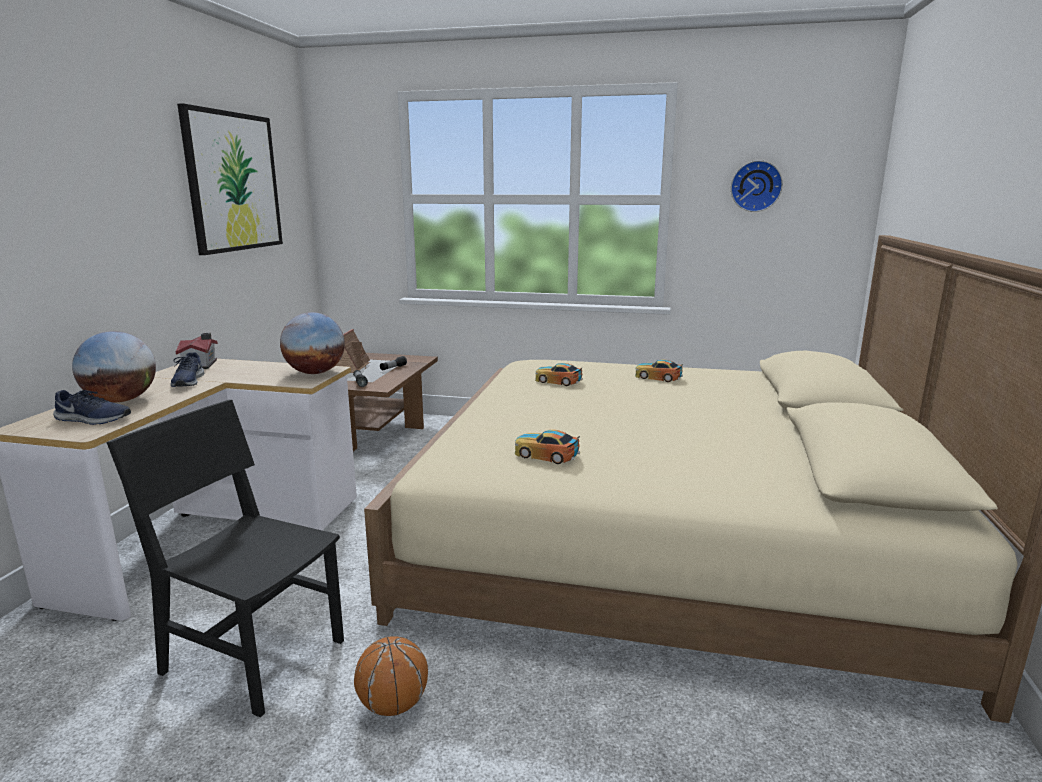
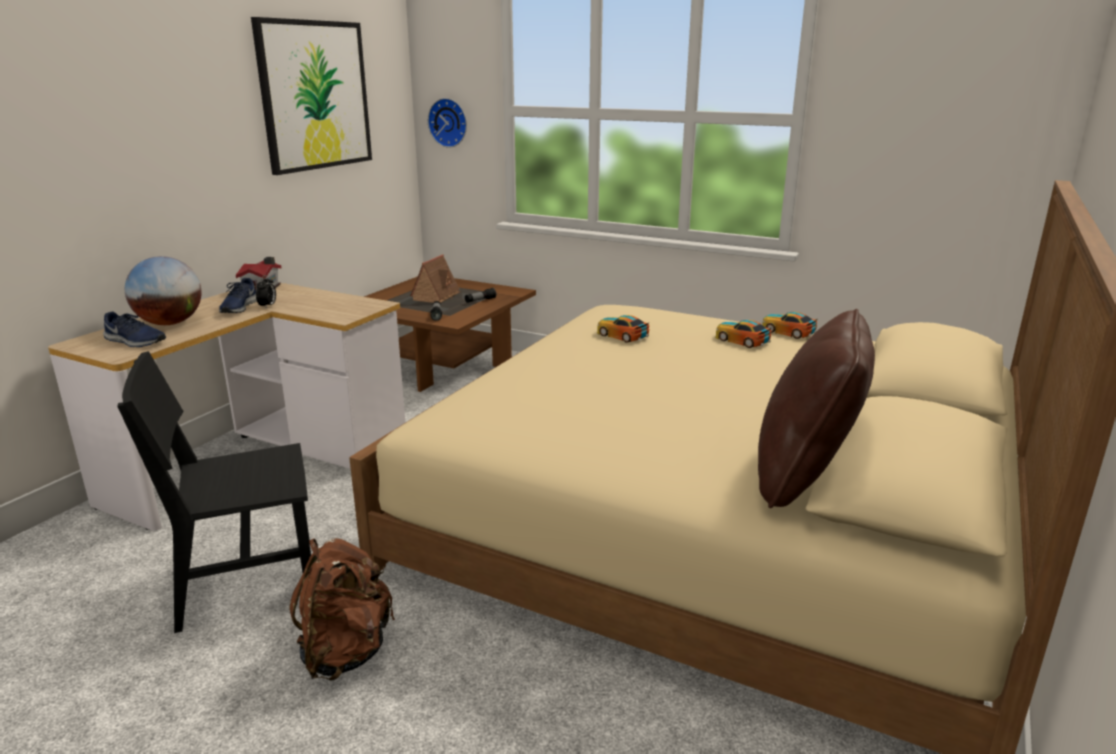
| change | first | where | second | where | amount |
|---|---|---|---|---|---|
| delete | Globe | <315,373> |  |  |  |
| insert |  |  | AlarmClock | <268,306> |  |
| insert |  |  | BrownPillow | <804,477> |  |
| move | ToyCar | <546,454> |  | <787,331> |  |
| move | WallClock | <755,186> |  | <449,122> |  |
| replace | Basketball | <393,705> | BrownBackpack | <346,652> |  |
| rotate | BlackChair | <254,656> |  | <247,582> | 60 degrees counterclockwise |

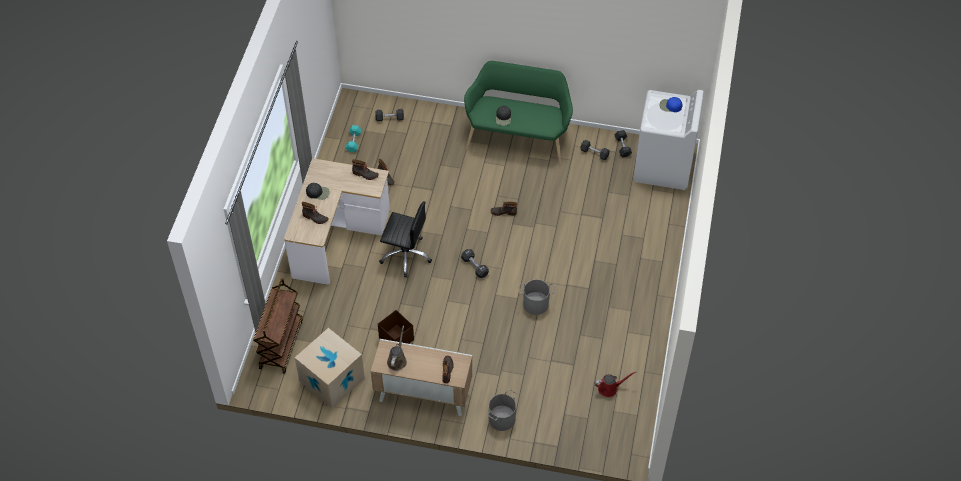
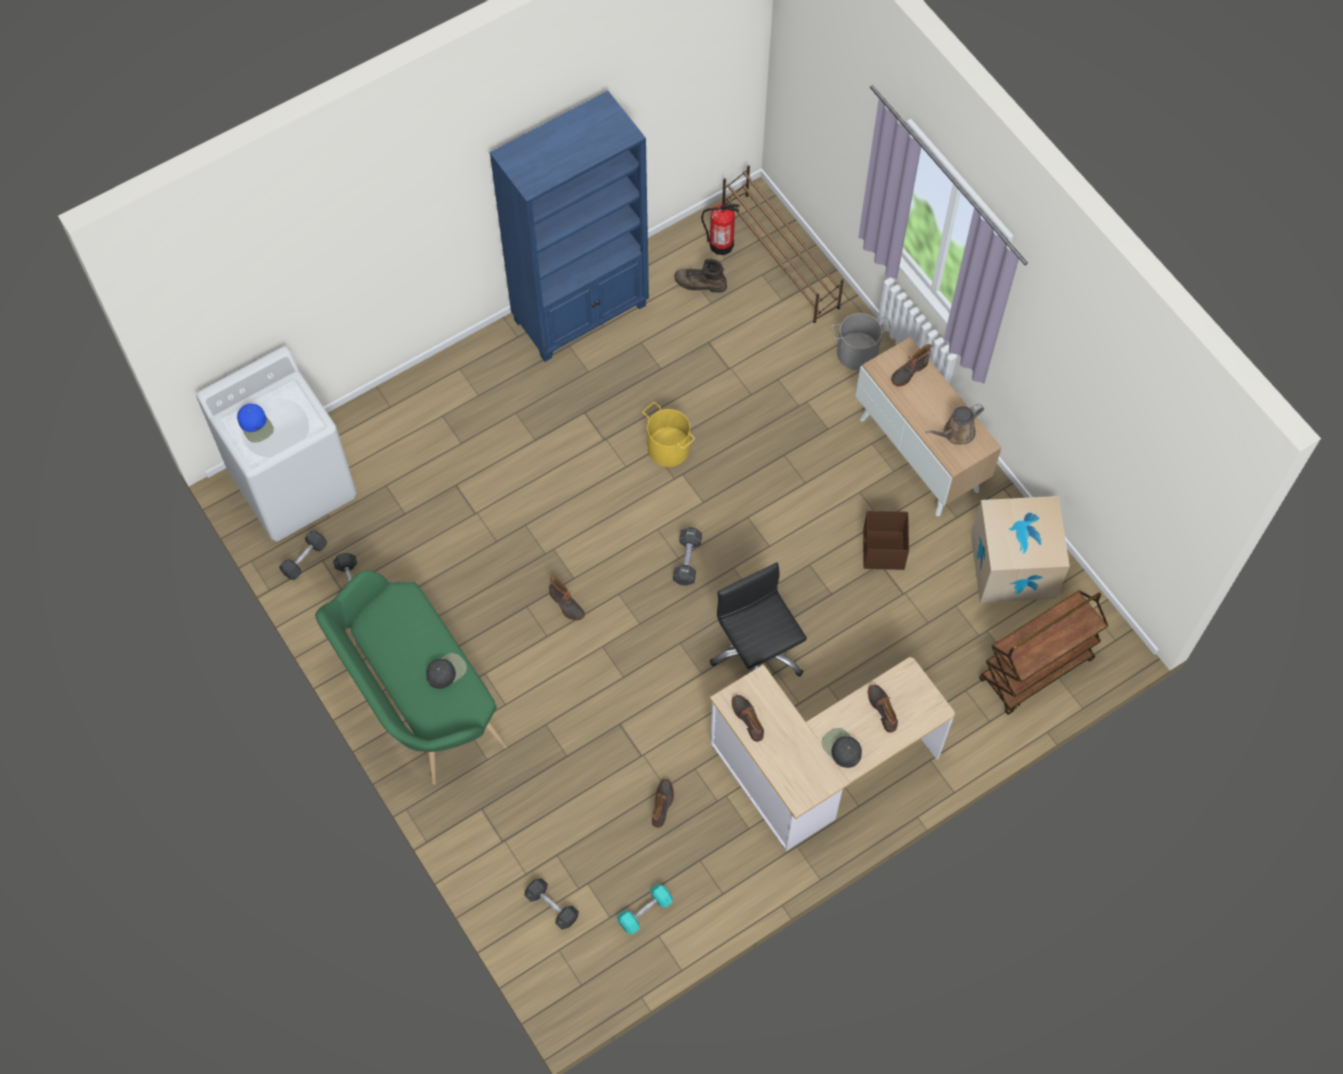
| change | first | where | second | where | amount |
|---|---|---|---|---|---|
| insert |  |  | BlueBookcase | <581,313> |  |
| insert |  |  | FireExtinguisher | <721,244> |  |
| insert |  |  | BrownShoeRack | <780,258> |  |
| replace | RedWateringCan | <609,388> | BrownBoot | <700,284> |  |
| recolor | GreyBucket | <535,304> | YellowBucket | <669,447> |  |

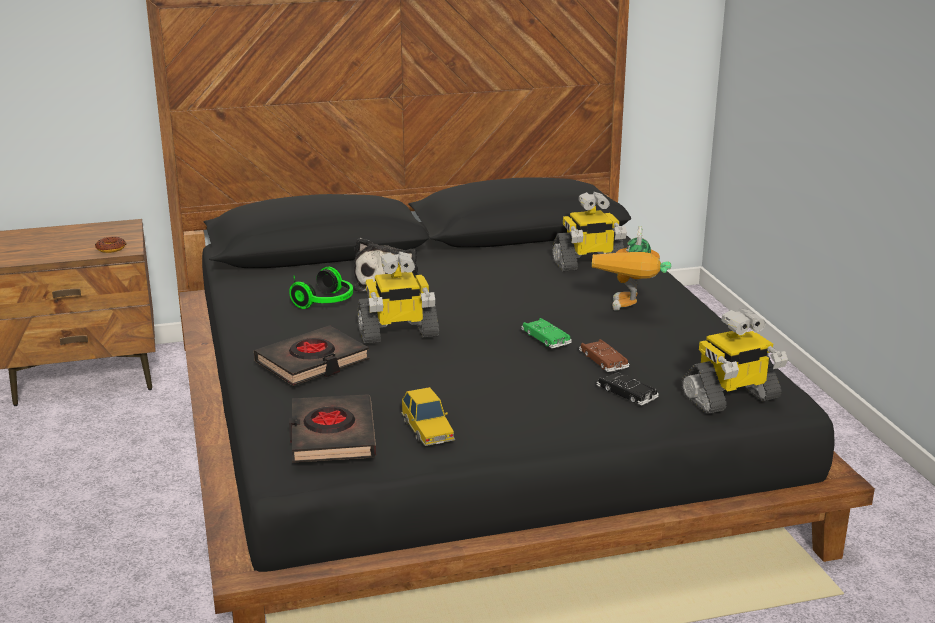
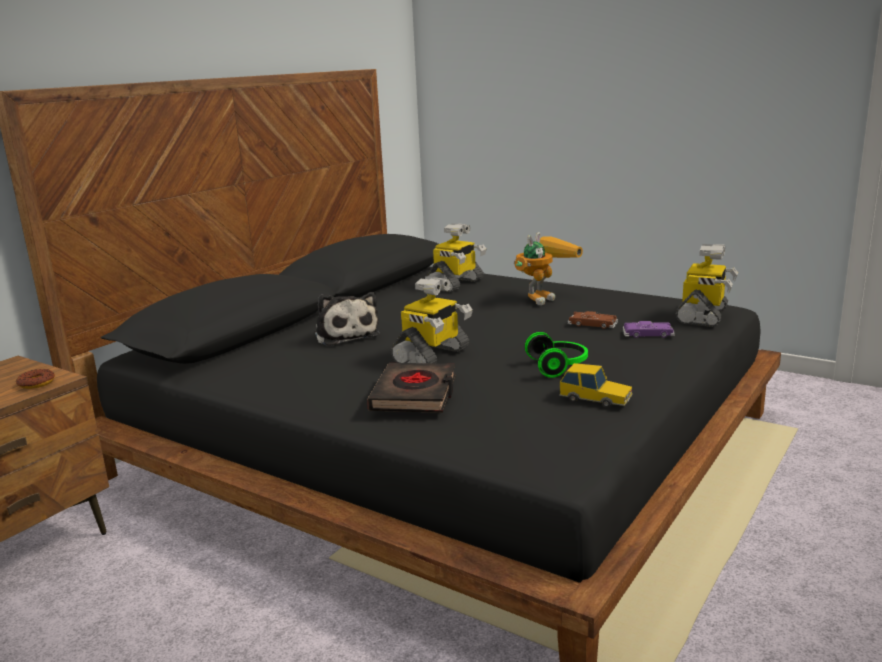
| change | first | where | second | where | amount |
|---|---|---|---|---|---|
| delete | BlackBook | <332,436> |  |  |  |
| delete | GreenToyCar | <546,338> |  |  |  |
| move | Headphones | <327,303> |  | <558,366> |  |
| recolor | BlackToyCar | <627,393> | PurpleToyCar | <648,334> |  |
| rotate | ToyRobot | <630,311> |  | <543,297> | 105 degrees counterclockwise |

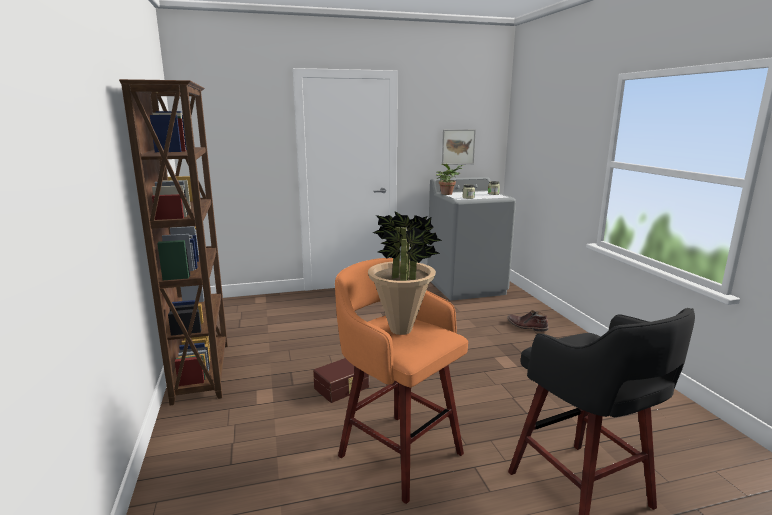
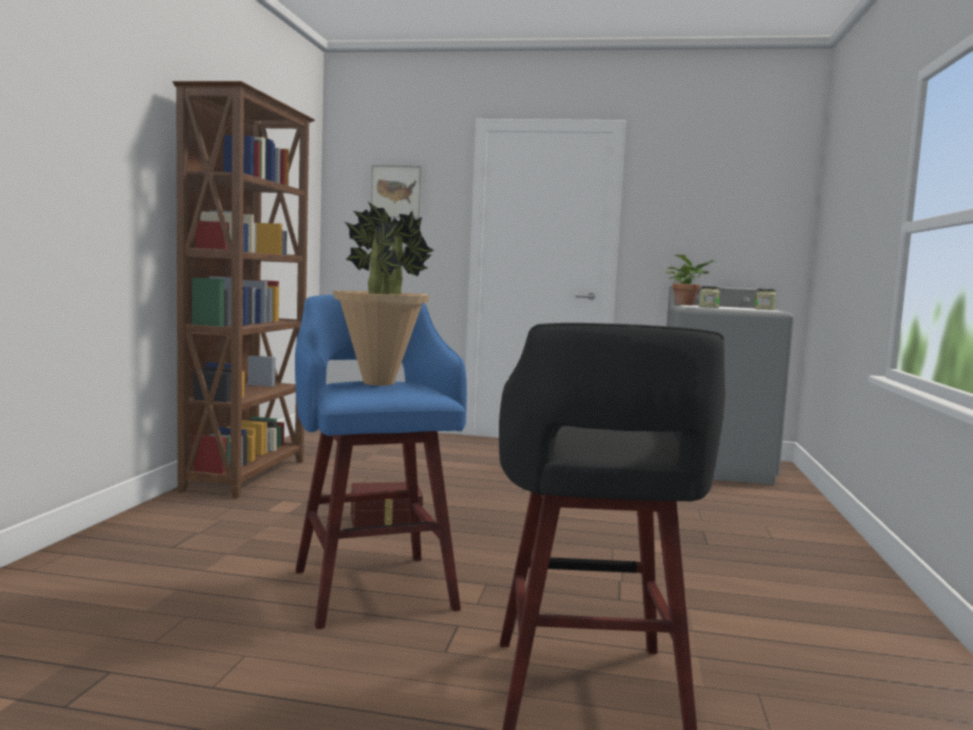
| change | first | where | second | where | amount |
|---|---|---|---|---|---|
| delete | BrownBoot | <526,326> |  |  |  |
| move | Picture | <458,147> |  | <396,191> |  |
| recolor | OrangeStool | <398,452> | BlueStool | <373,586> |  |

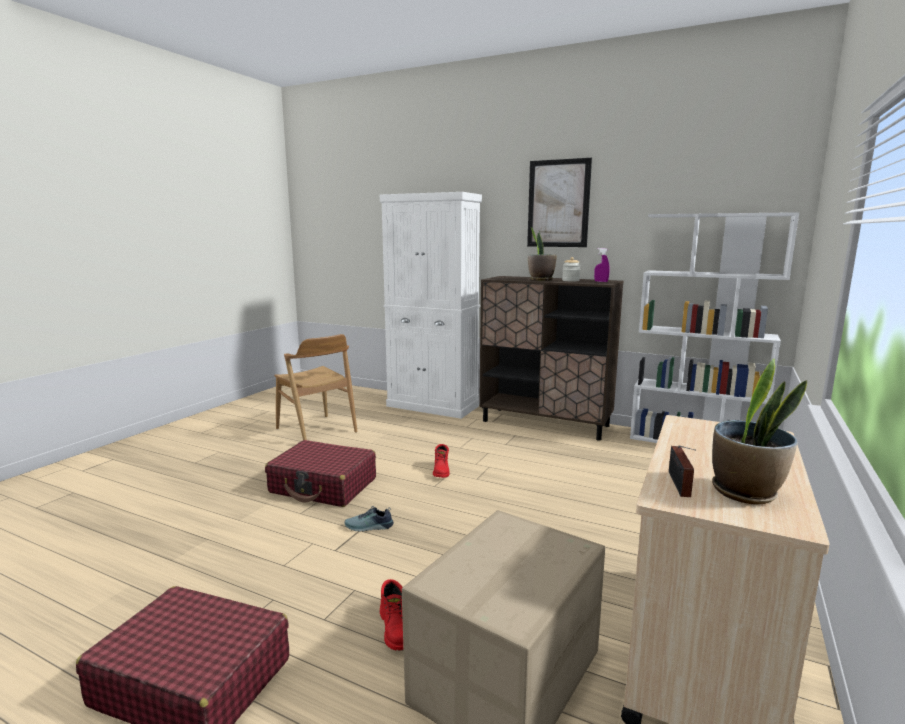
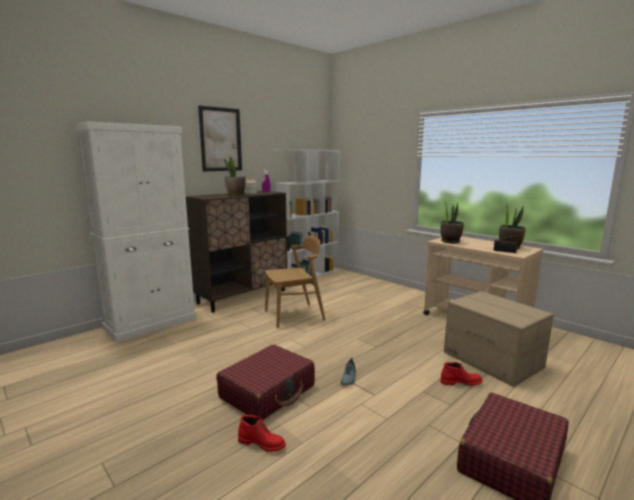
| change | first | where | second | where | amount |
|---|---|---|---|---|---|
| insert |  |  | PottedPlant | <450,241> |  |
| move | BrownChair | <316,430> |  | <294,315> |  |
| move | RedBoot | <441,471> |  | <262,443> |  |

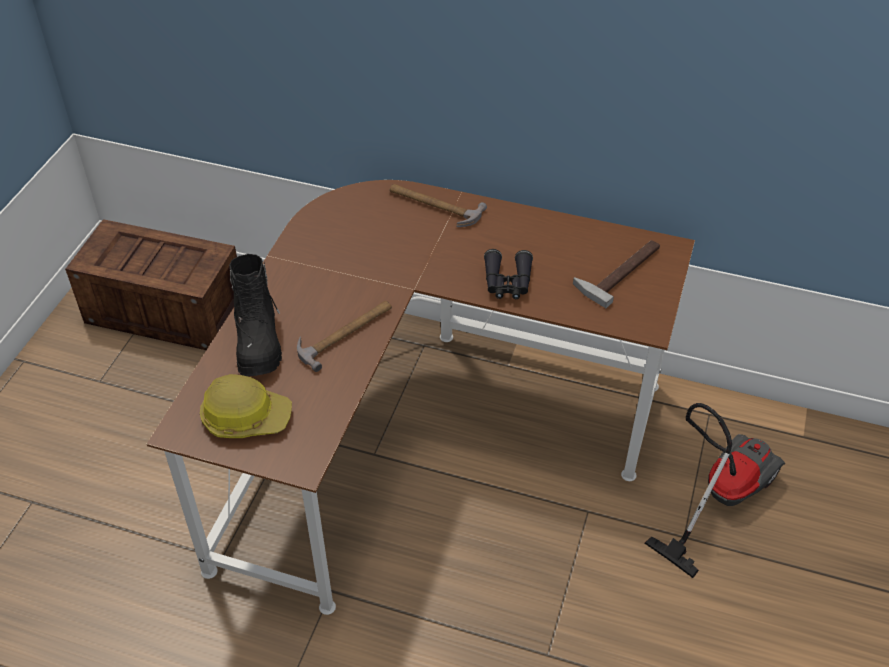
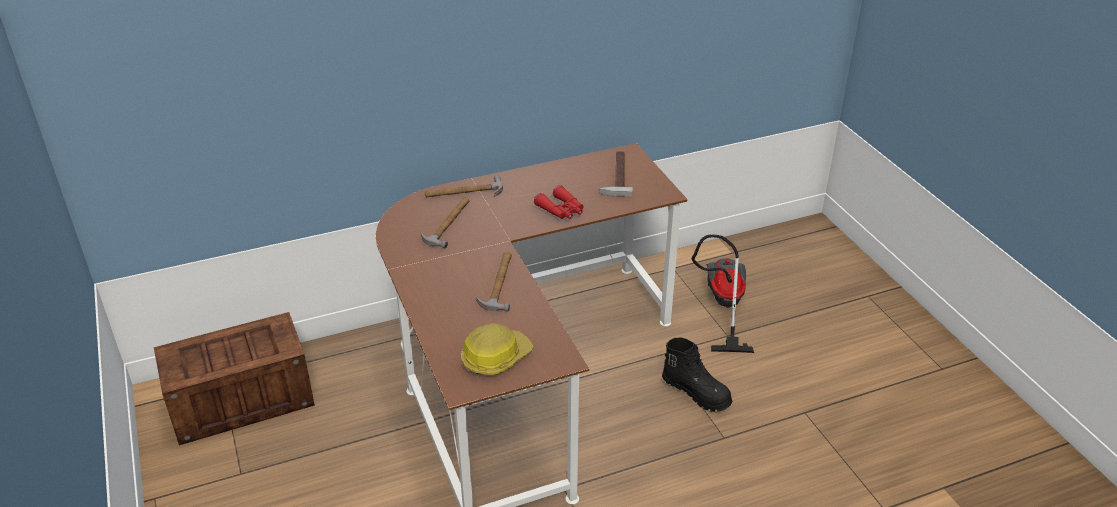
| change | first | where | second | where | amount |
|---|---|---|---|---|---|
| insert |  |  | Hammer | <448,223> |  |
| move | BlackBoot | <258,341> |  | <696,392> |  |
| recolor | BlackBinoculars | <507,282> | RedBinoculars | <561,210> |  |

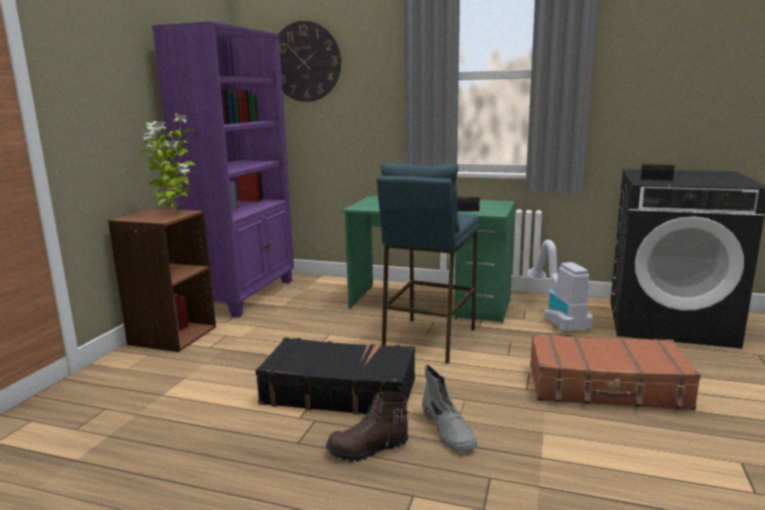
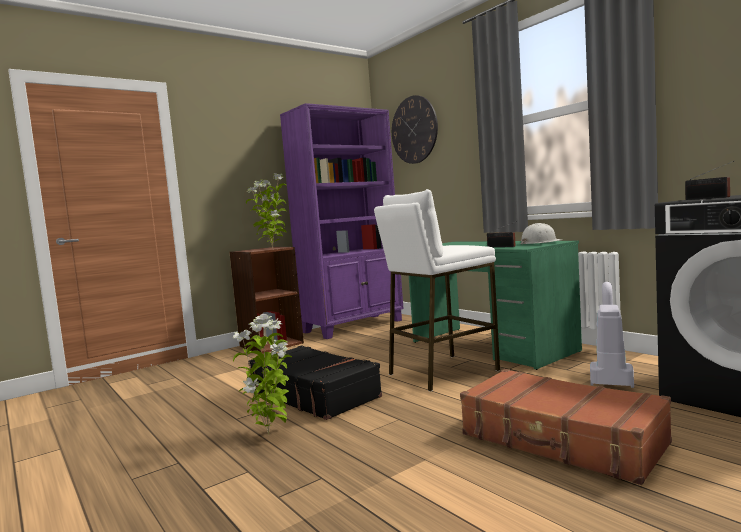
| change | first | where | second | where | amount |
|---|---|---|---|---|---|
| delete | GreyBoot | <448,430> |  |  |  |
| insert |  |  | WhiteHardHat | <540,243> |  |
| replace | BrownBoot | <368,449> | PottedPlant | <270,434> |  |
| recolor | BlueStool | <428,340> | WhiteStool | <442,372> |  |

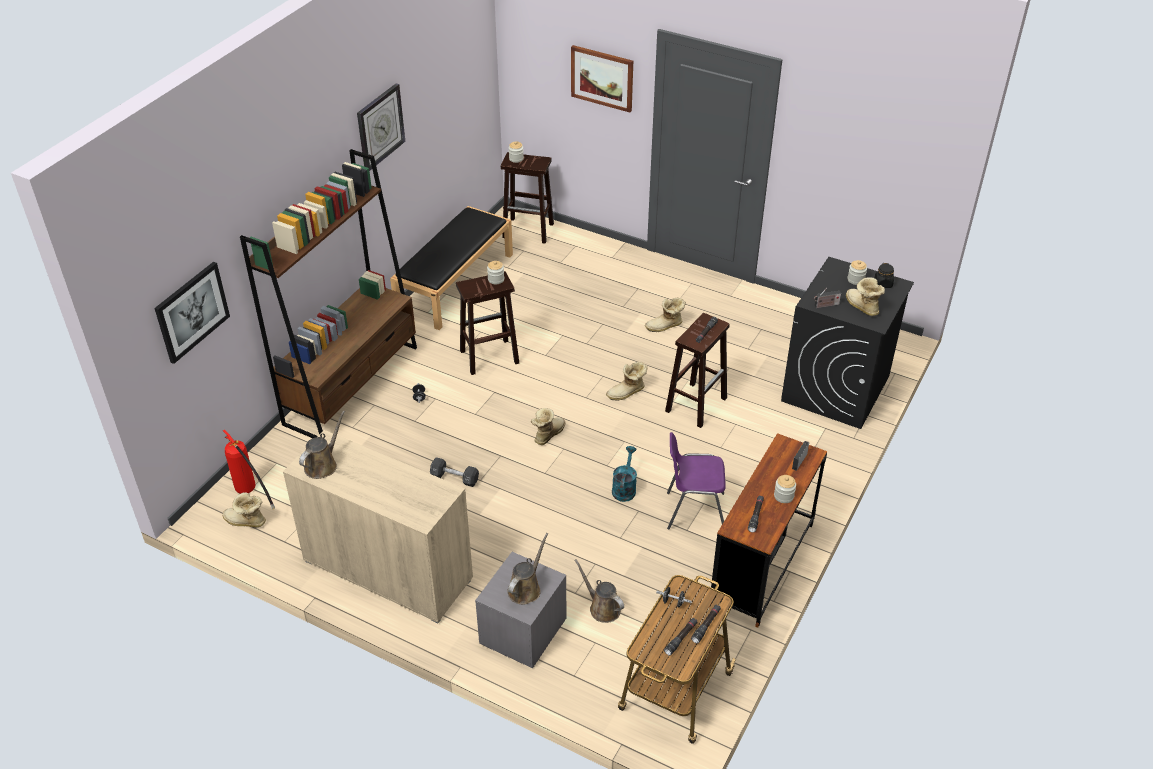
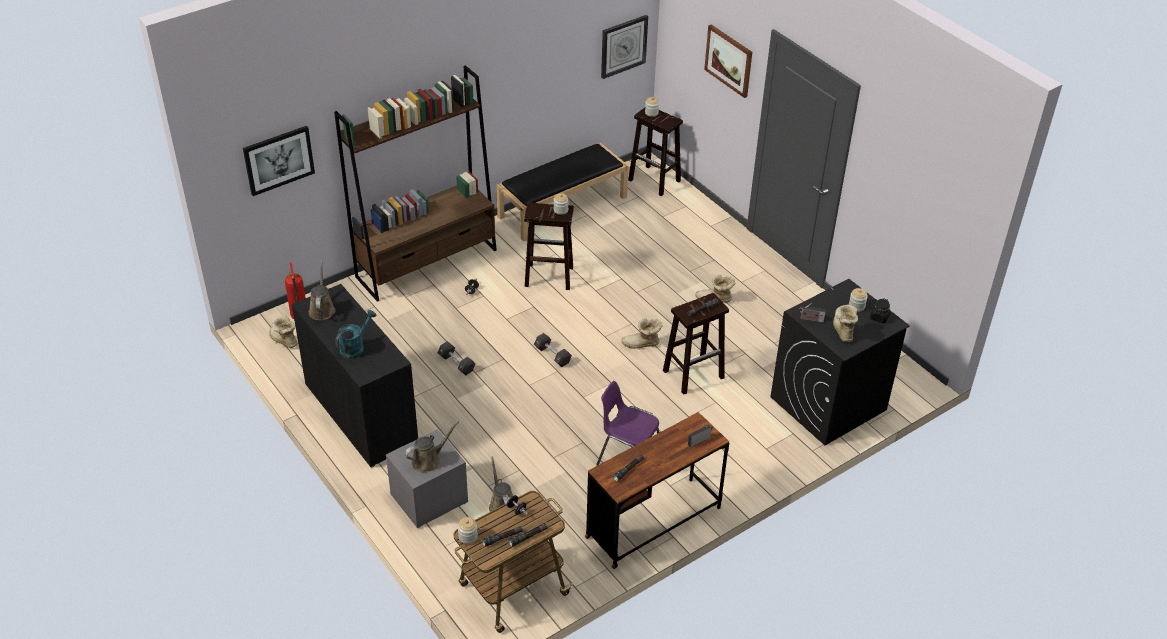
| change | first | where | second | where | amount |
|---|---|---|---|---|---|
| move | WallClock | <380,127> |  | <623,46> |  |
| move | TurquoiseWateringCan | <624,488> |  | <355,347> |  |
| move | Jar | <783,496> |  | <468,536> |  |
| replace | Boot | <547,434> | BlackDumbbell | <552,355> |  |
| recolor | BeigeCabinet | <388,570> | BlackCabinet | <361,414> |  |
| rotate | BrownWateringCan | <323,465> |  | <322,309> | 60 degrees counterclockwise |

